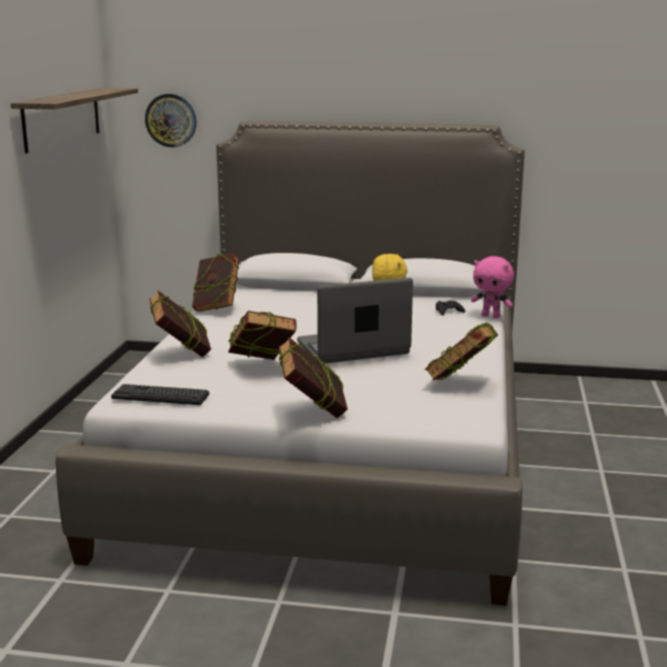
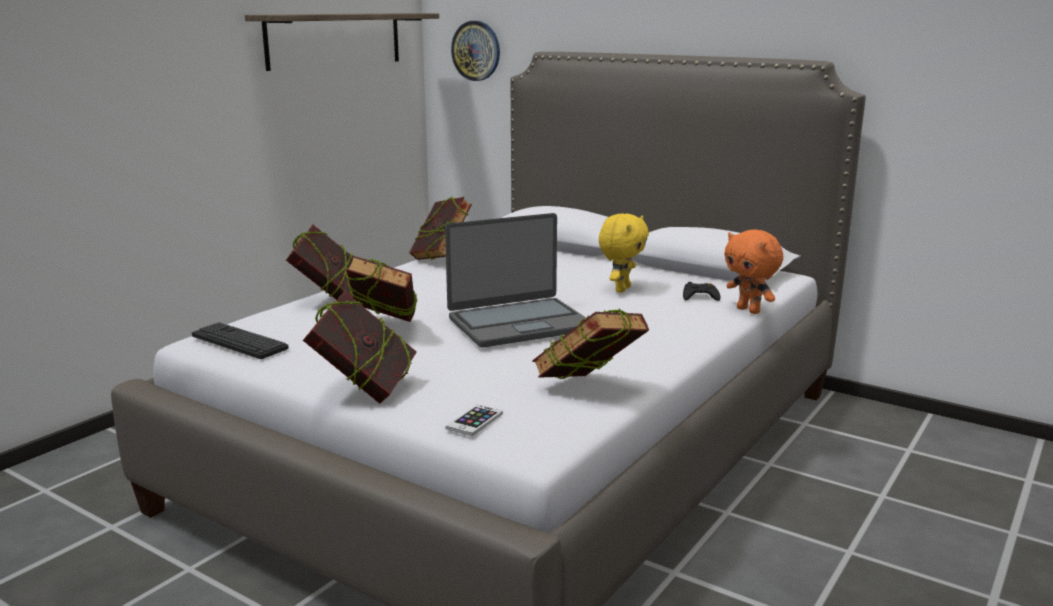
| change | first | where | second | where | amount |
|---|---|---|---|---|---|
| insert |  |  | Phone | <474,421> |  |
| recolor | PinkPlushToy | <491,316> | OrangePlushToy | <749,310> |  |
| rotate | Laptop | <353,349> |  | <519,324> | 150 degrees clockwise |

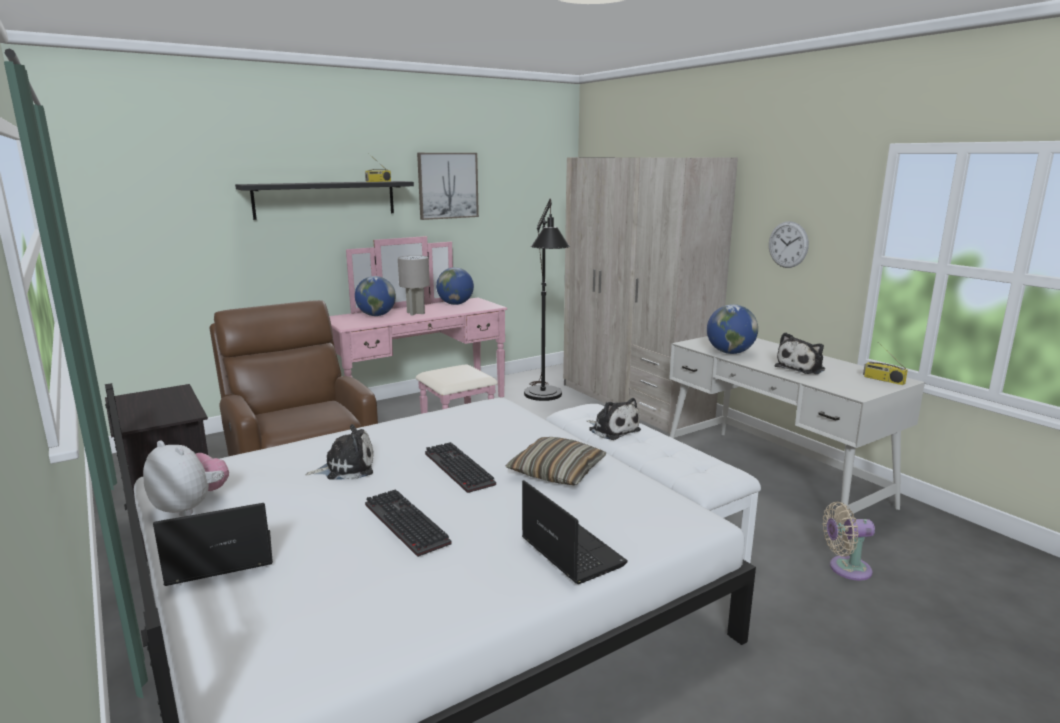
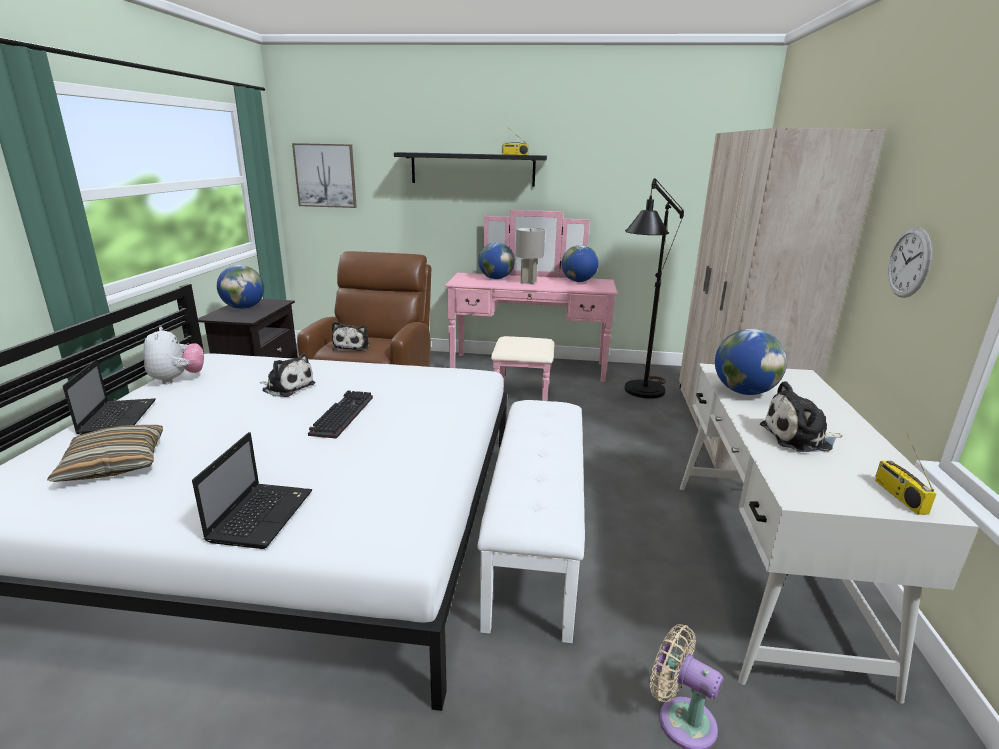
| change | first | where | second | where | amount |
|---|---|---|---|---|---|
| delete | Keyboard | <403,524> |  |  |  |
| insert |  |  | Globe | <244,308> |  |
| move | Picture | <447,185> |  | <325,175> |  |
| move | Pillow | <557,472> |  | <114,464> |  |
| move | PlushToy | <612,430> |  | <352,346> |  |
| rotate | Laptop | <218,561> |  | <118,417> | 60 degrees clockwise |

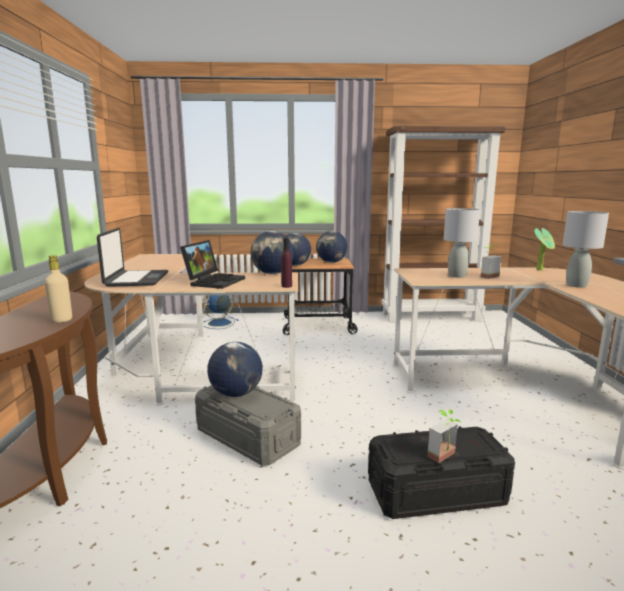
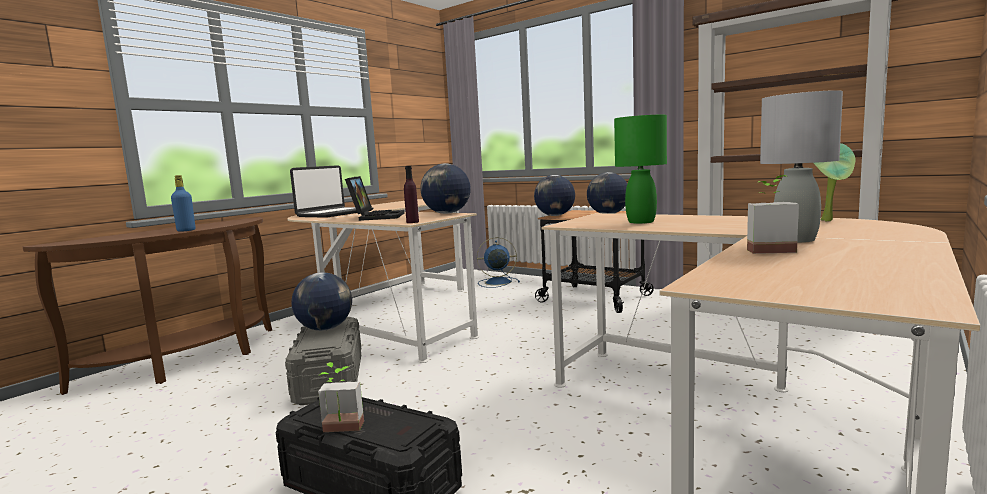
| change | first | where | second | where | amount |
|---|---|---|---|---|---|
| move | PottedPlant | <486,276> |  | <768,249> |  |
| recolor | BeigeBottle | <62,320> | BlueBottle | <186,230> |  |
| recolor | GreyTableLamp | <457,276> | GreenTableLamp | <641,222> |  |
| rotate | Laptop | <214,281> |  | <376,217> | 60 degrees counterclockwise |

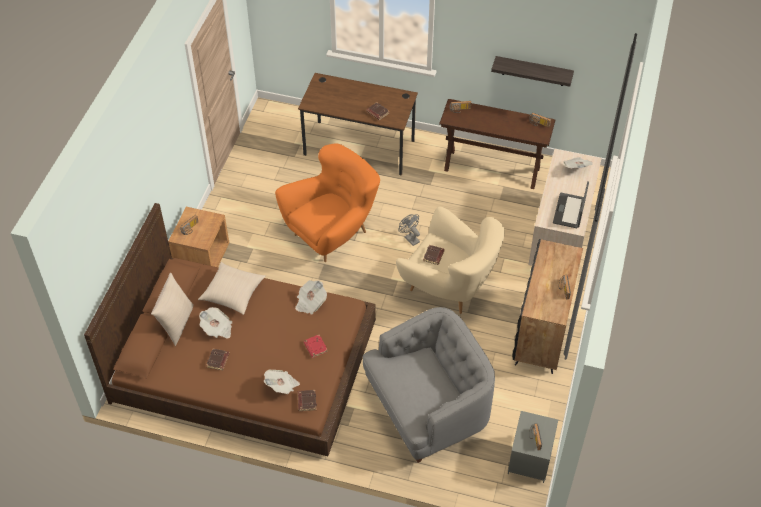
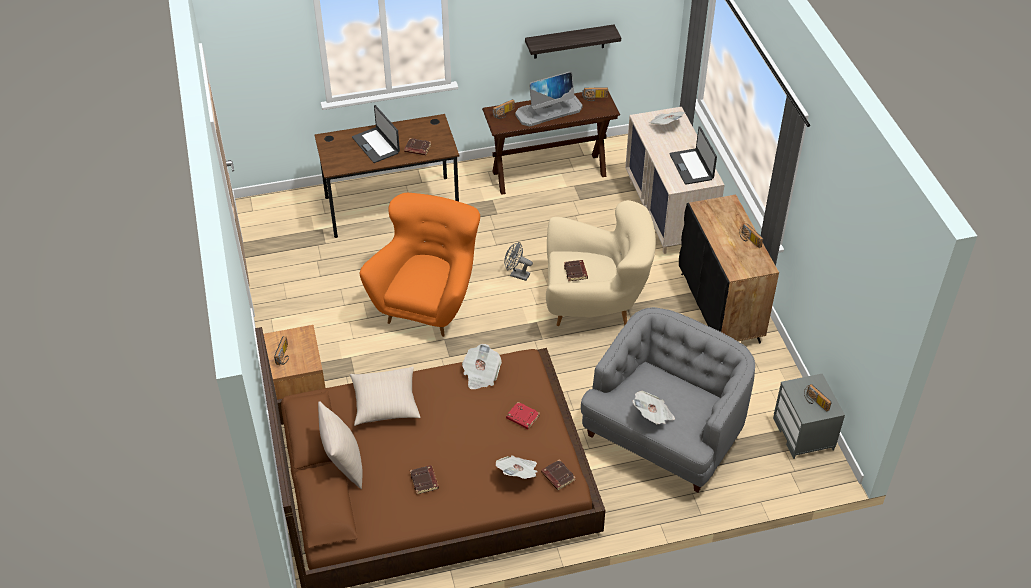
| change | first | where | second | where | amount |
|---|---|---|---|---|---|
| insert |  |  | Laptop | <376,145> |  |
| insert |  |  | Monitor | <549,111> |  |
| move | Newspaper | <217,329> |  | <653,415> |  |

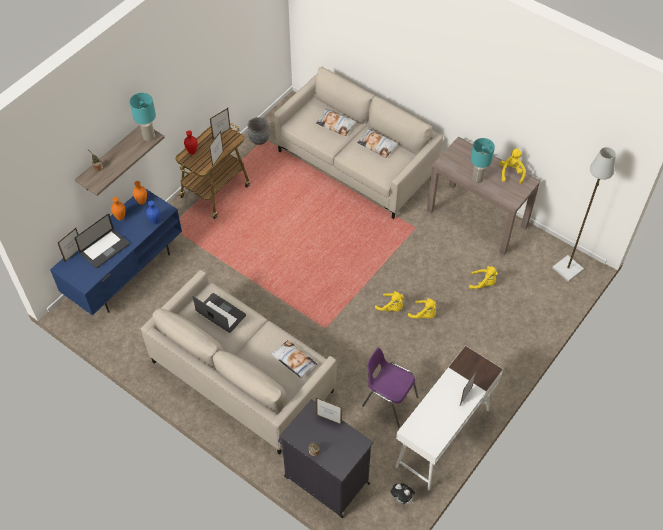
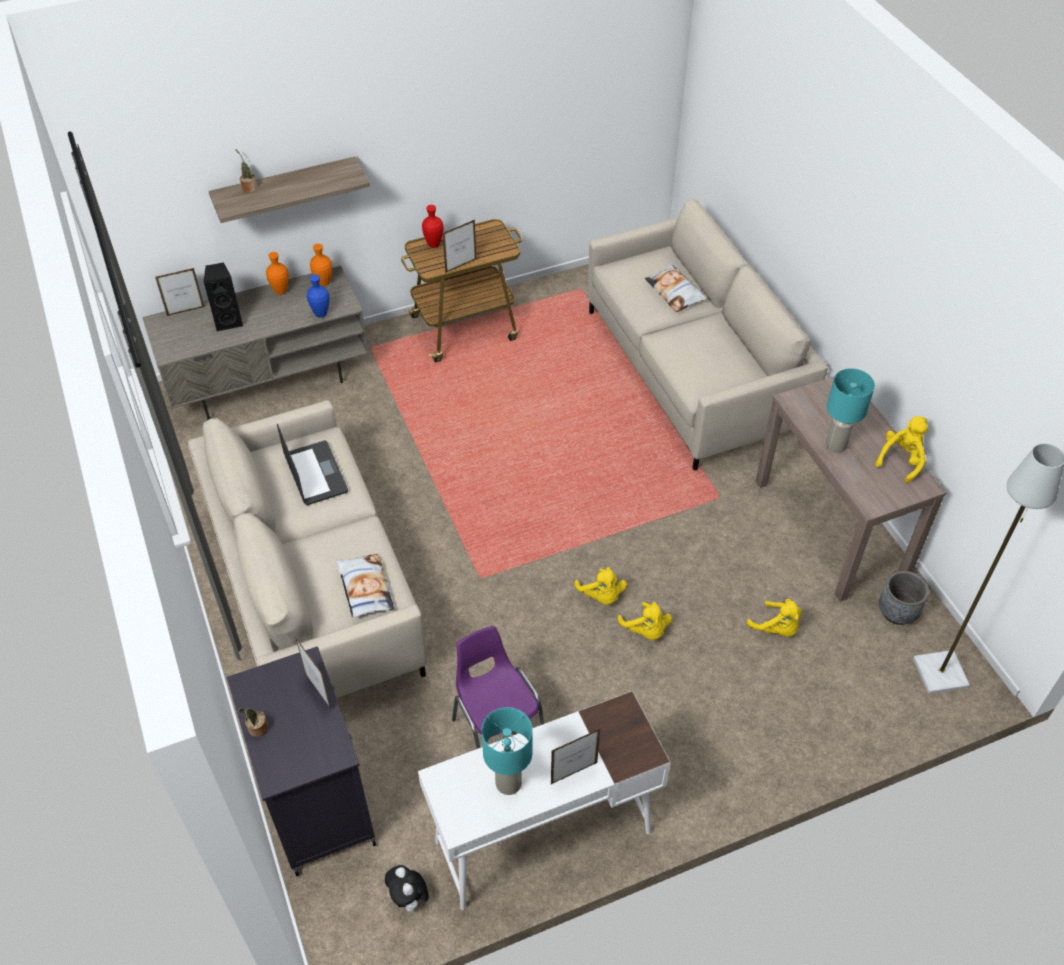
| change | first | where | second | where | amount |
|---|---|---|---|---|---|
| delete | PictureFrame | <221,134> |  |  |  |
| delete | Pillow | <377,145> |  |  |  |
| move | TurquoiseTableLamp | <149,137> |  | <509,783> |  |
| move | GreyPlanter | <259,139> |  | <897,612> |  |
| replace | Laptop | <105,249> | BlackSpeaker | <229,321> |  |
| recolor | BlueTvStand | <125,272> | GreyTvStand | <269,380> |  |

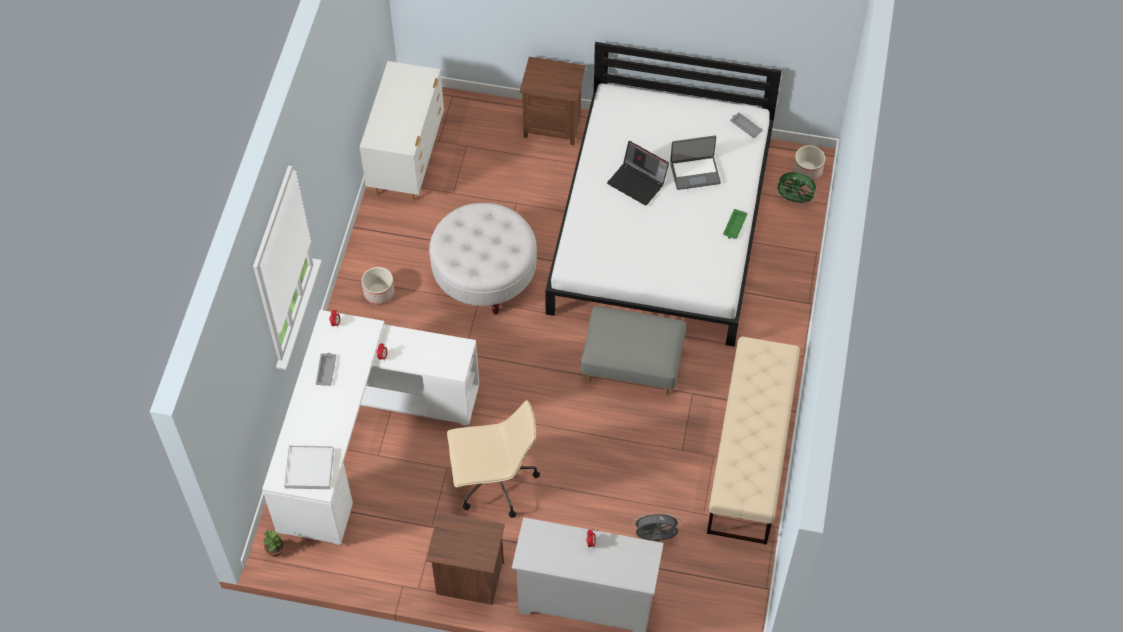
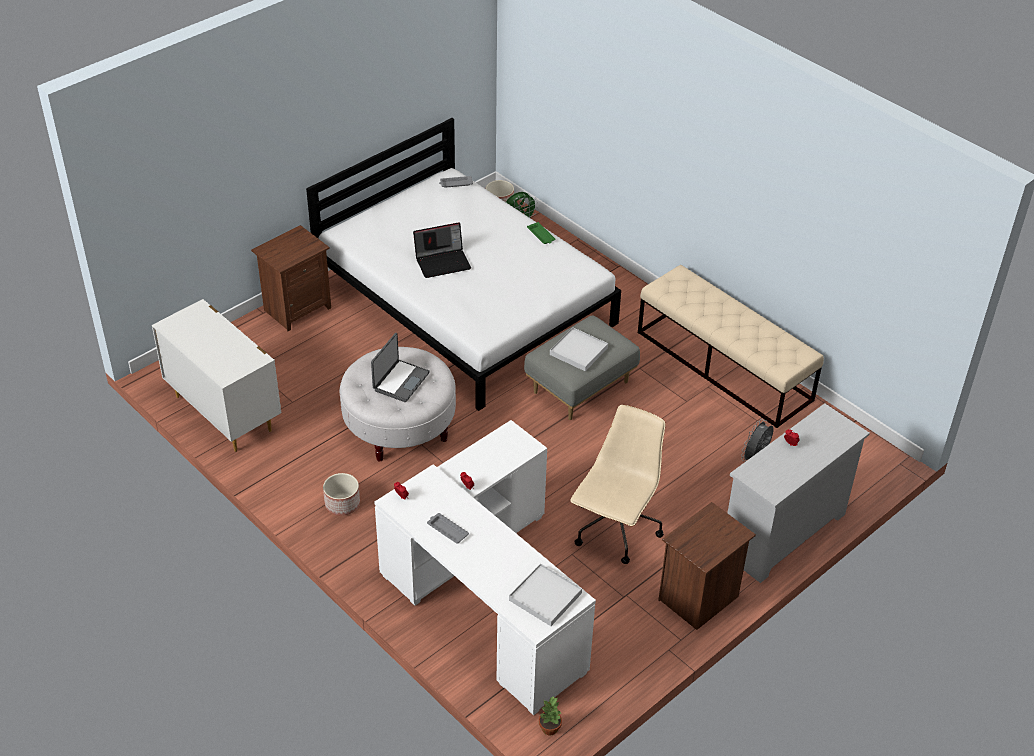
| change | first | where | second | where | amount |
|---|---|---|---|---|---|
| insert |  |  | WhiteTray | <578,351> |  |
| move | Laptop | <695,172> |  | <400,381> |  |

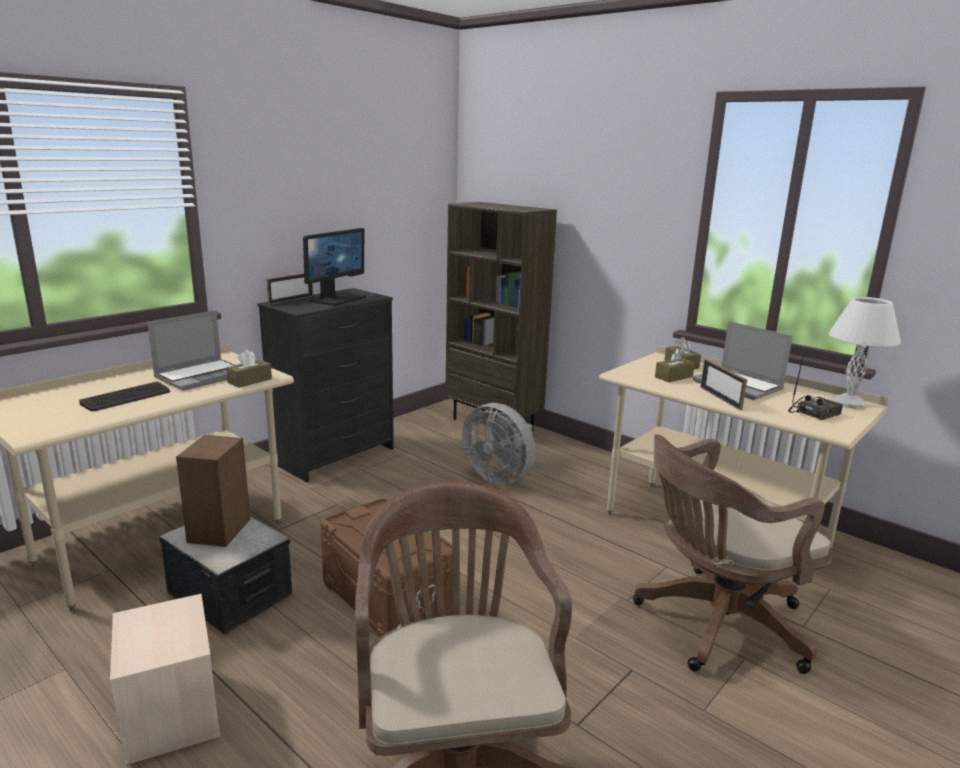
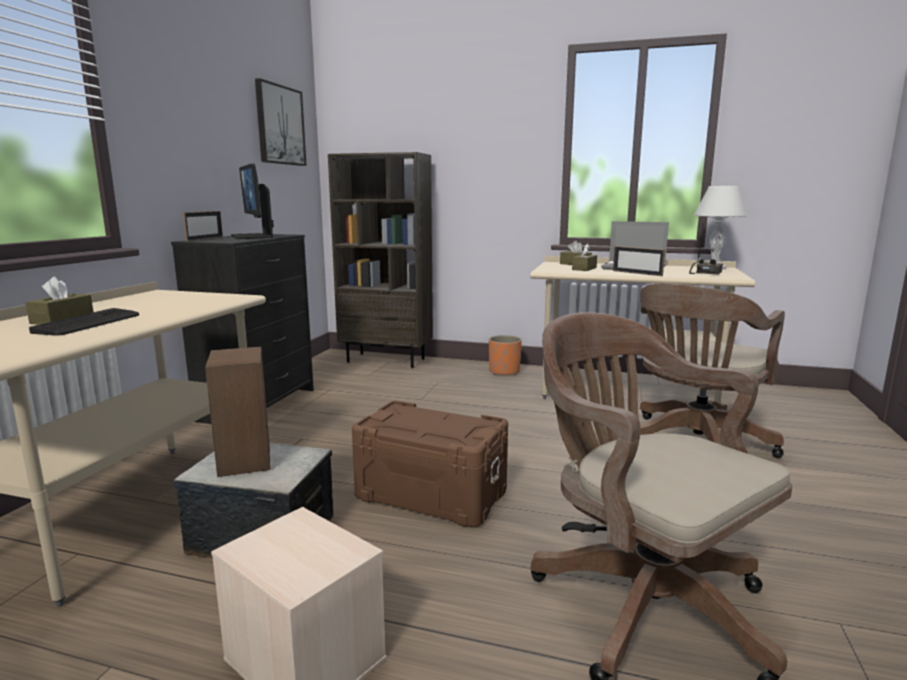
| change | first | where | second | where | amount |
|---|---|---|---|---|---|
| delete | Laptop | <202,376> |  |  |  |
| delete | GreyFan | <500,477> |  |  |  |
| insert |  |  | Picture | <280,125> |  |
| insert |  |  | OrangePlanter | <504,371> |  |
| move | BrownTissueBox | <250,381> |  | <62,319> |  |
| rotate | Monitor | <337,299> |  | <253,237> | 150 degrees clockwise |

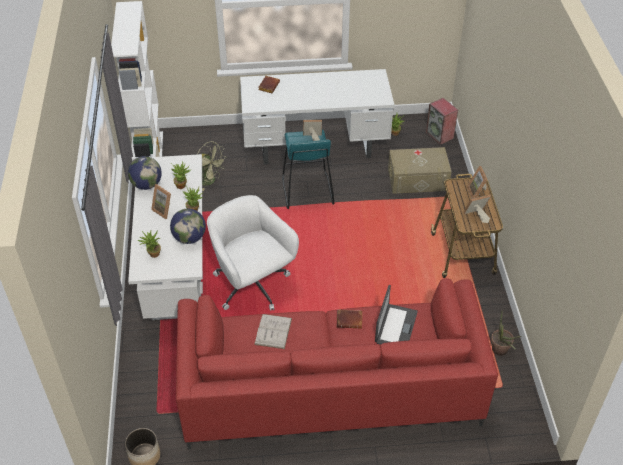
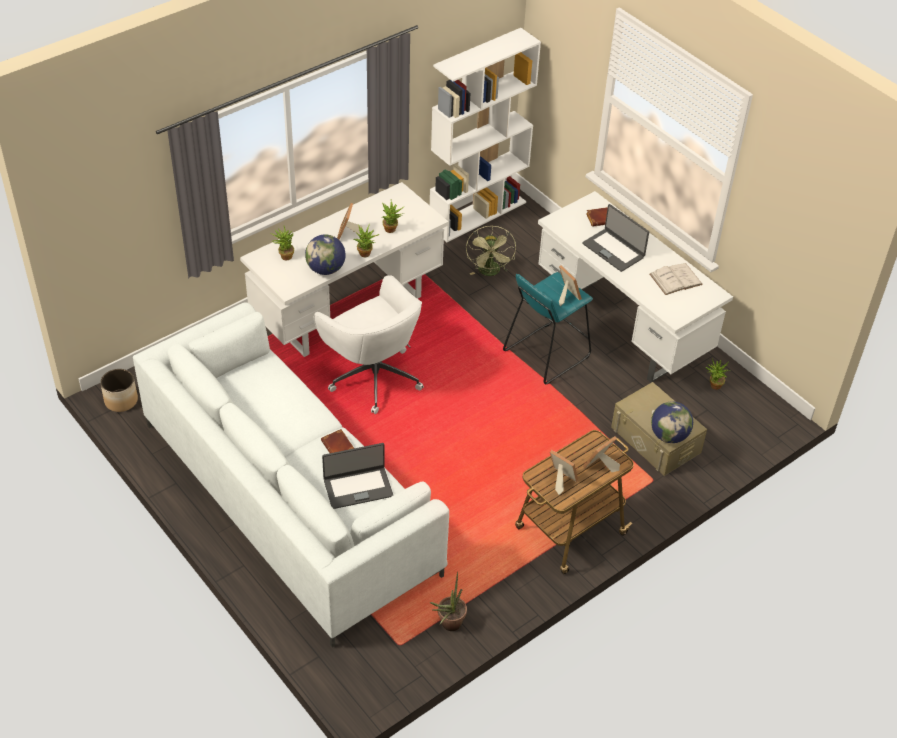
| change | first | where | second | where | amount |
|---|---|---|---|---|---|
| delete | Speaker | <440,135> |  |  |  |
| insert |  |  | Laptop | <614,250> |  |
| move | Globe | <147,185> |  | <669,436> |  |
| move | WhiteBook | <273,331> |  | <675,279> |  |
| recolor | RedSofa | <330,388> | WhiteSofa | <289,497> |  |
| rotate | WhiteOfficeChair | <252,286> |  | <373,376> | 120 degrees clockwise |

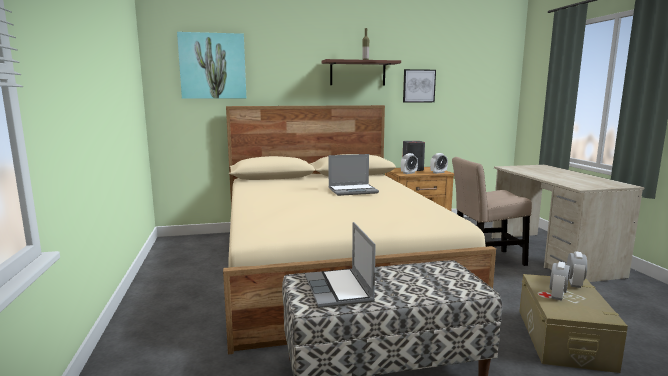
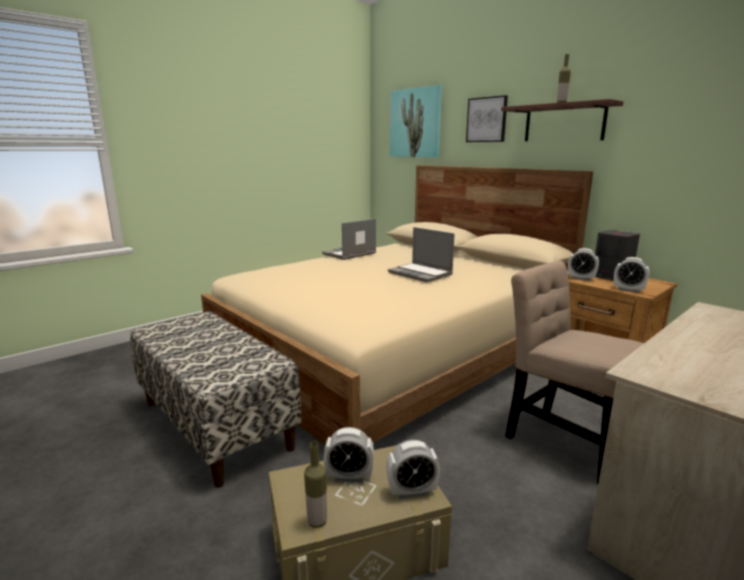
| change | first | where | second | where | amount |
|---|---|---|---|---|---|
| insert |  |  | Bottle | <317,521> |  |
| move | Laptop | <339,289> |  | <349,254> |  |
| move | Picture | <418,86> |  | <487,119> |  |

